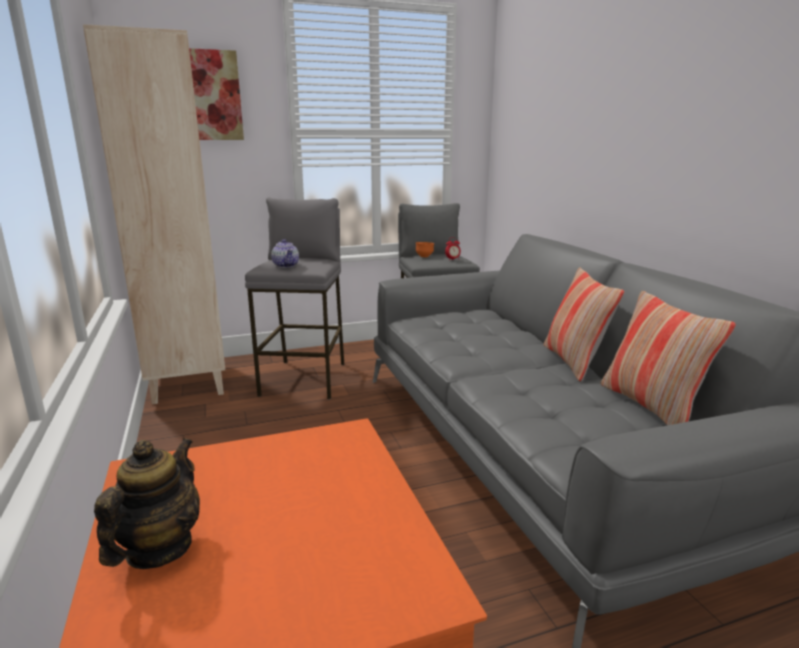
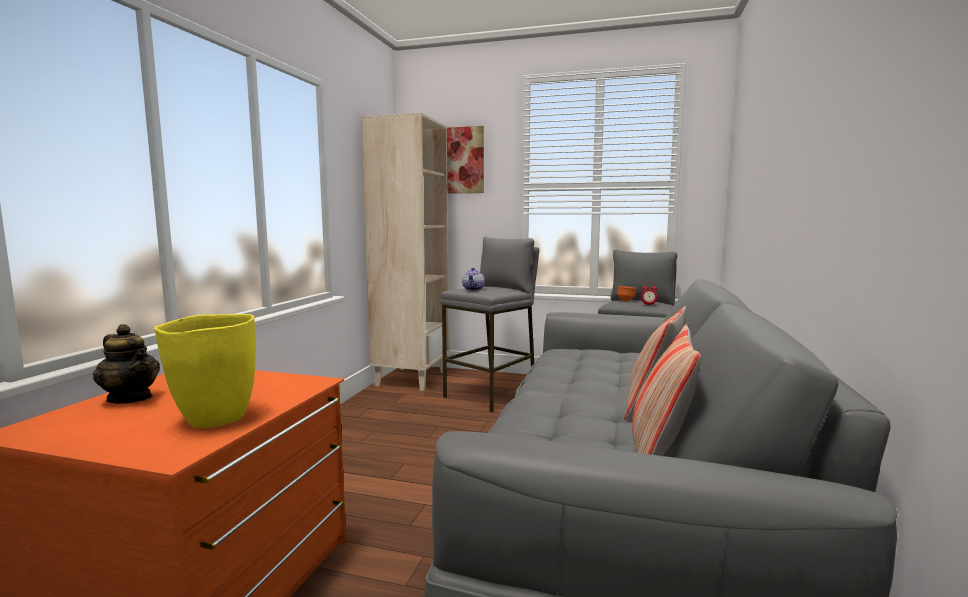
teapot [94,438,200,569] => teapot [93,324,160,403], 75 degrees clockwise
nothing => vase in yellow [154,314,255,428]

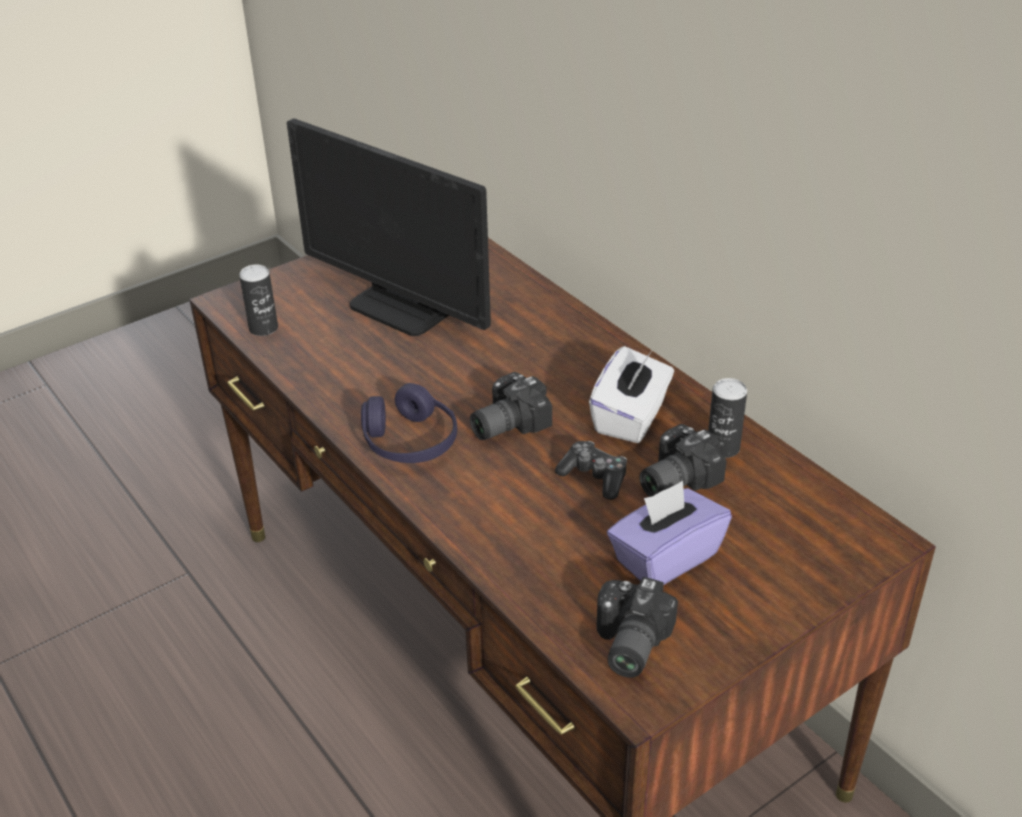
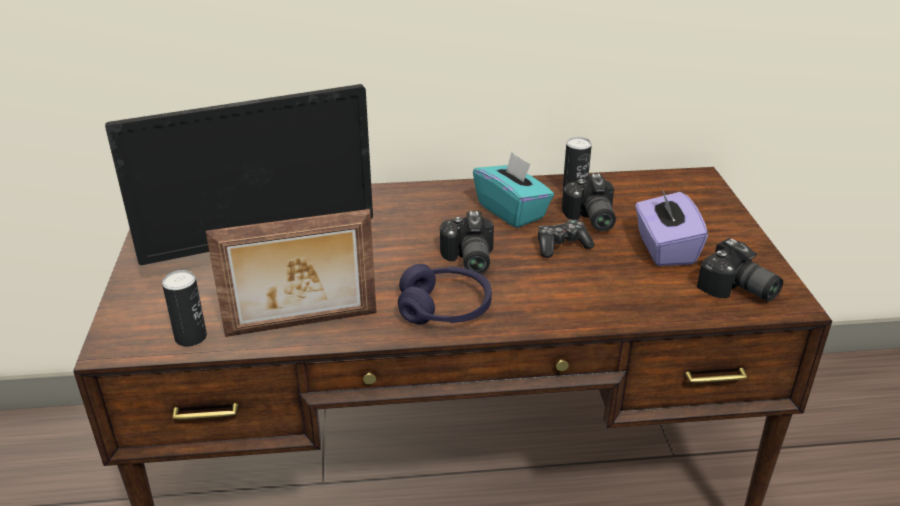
tissue box in white [589,346,674,443] => tissue box in turquoise [473,152,554,228]
nothing => picture frame [206,209,377,337]

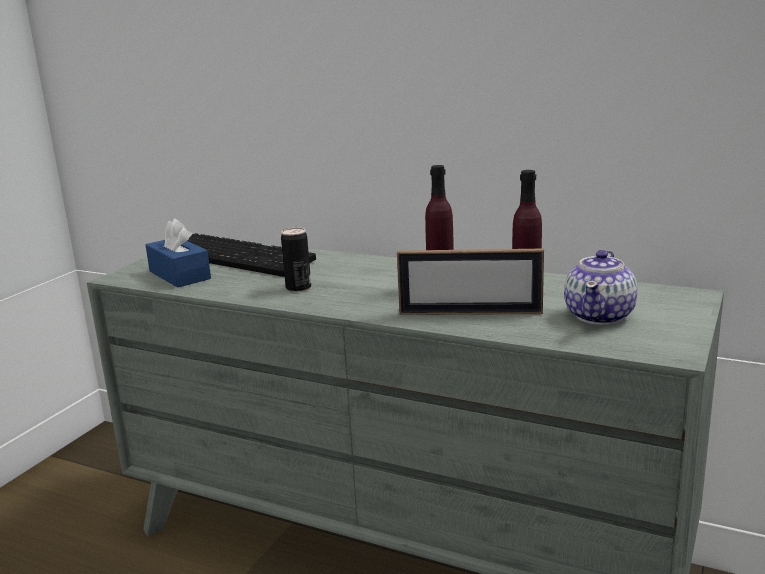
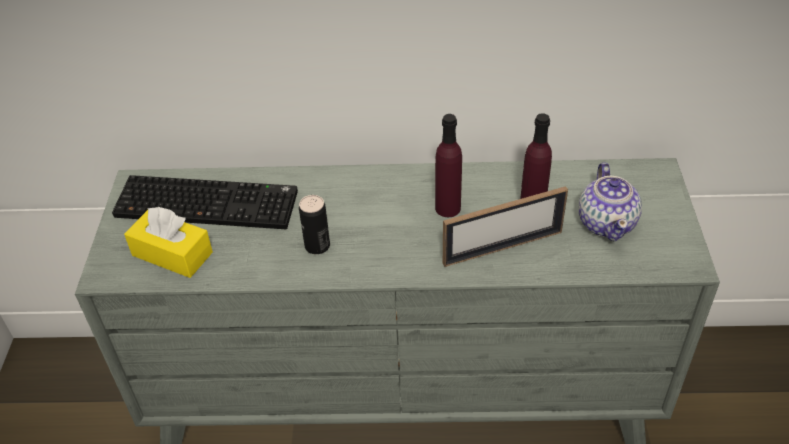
tissue box in blue [146,218,211,288] => tissue box in yellow [124,207,213,278]

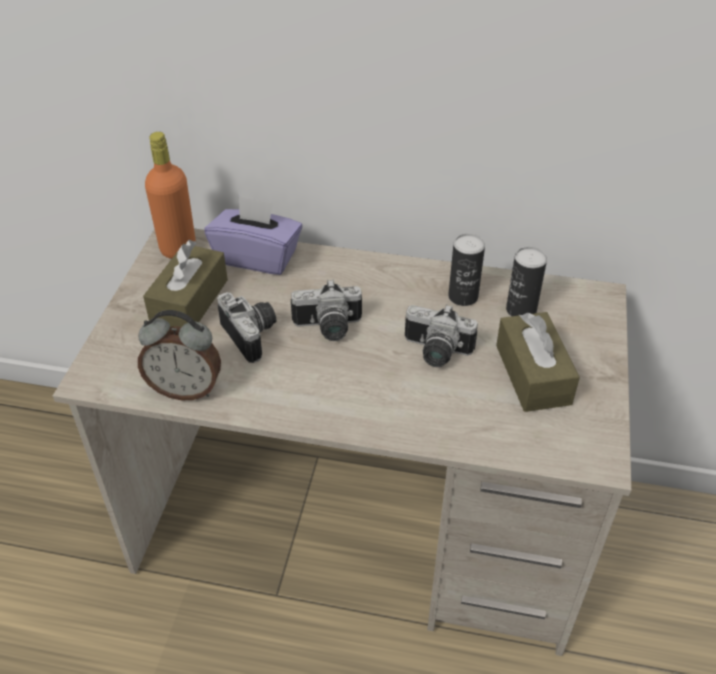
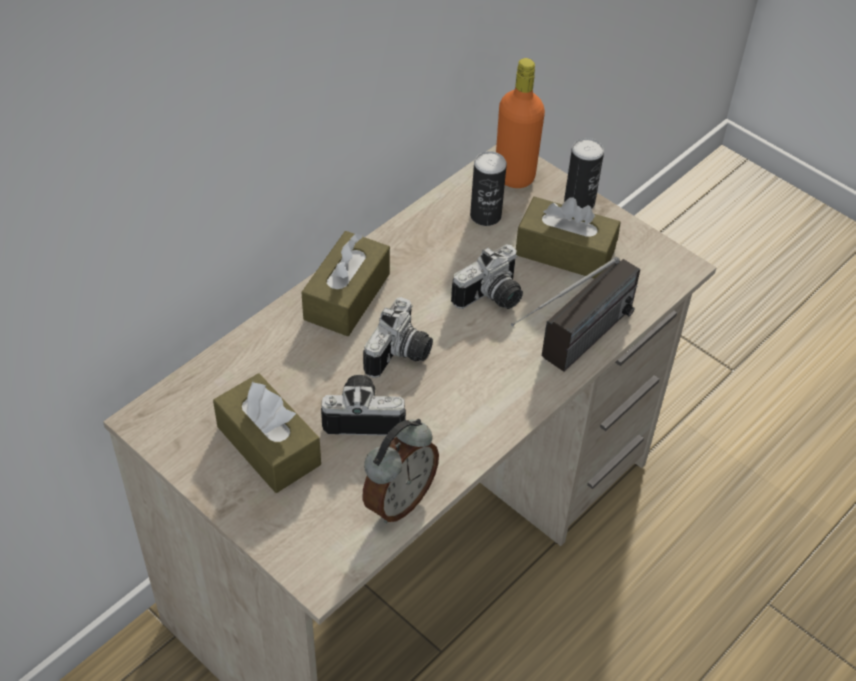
bottle in orange [145,132,196,259] => bottle in orange [496,58,545,188], moved
tissue box in purple [205,195,303,275] => nothing
can [448,234,485,306] => can [564,138,604,209], moved
nothing => tissue box in brown [301,231,390,336]
nothing => radio [511,257,640,371]

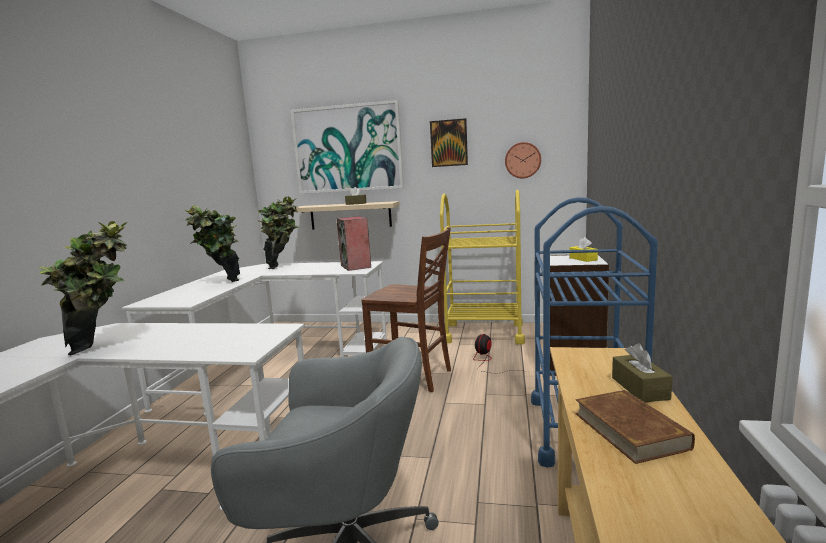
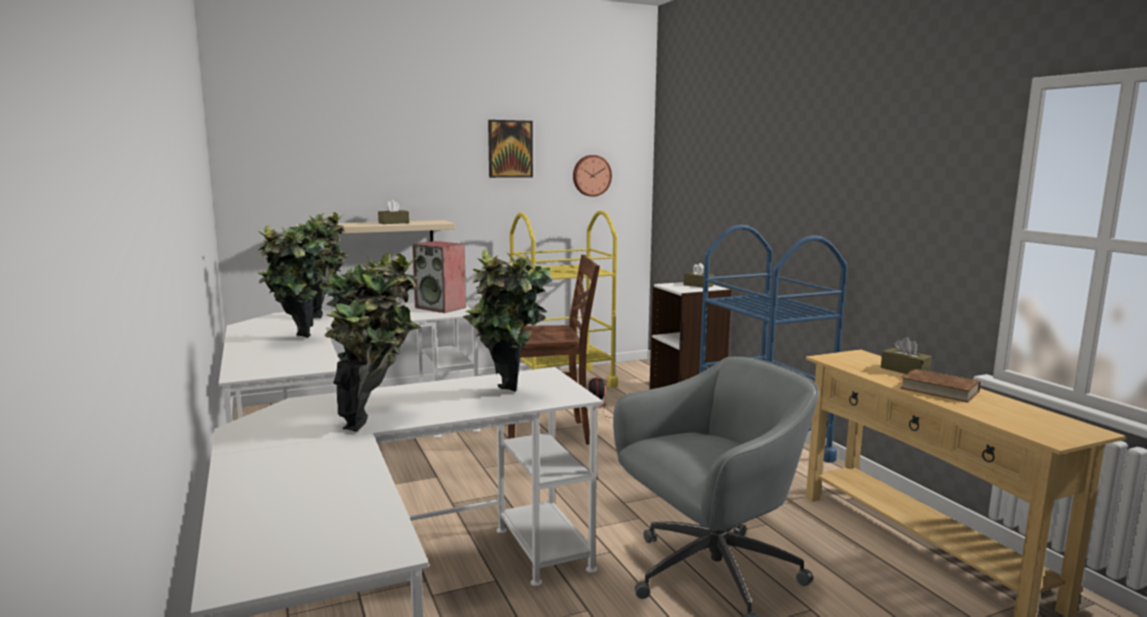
picture [291,100,404,194] => nothing
tissue box in yellow [569,237,598,262] => tissue box in brown [683,263,714,288]
nothing => potted plant [463,250,553,392]

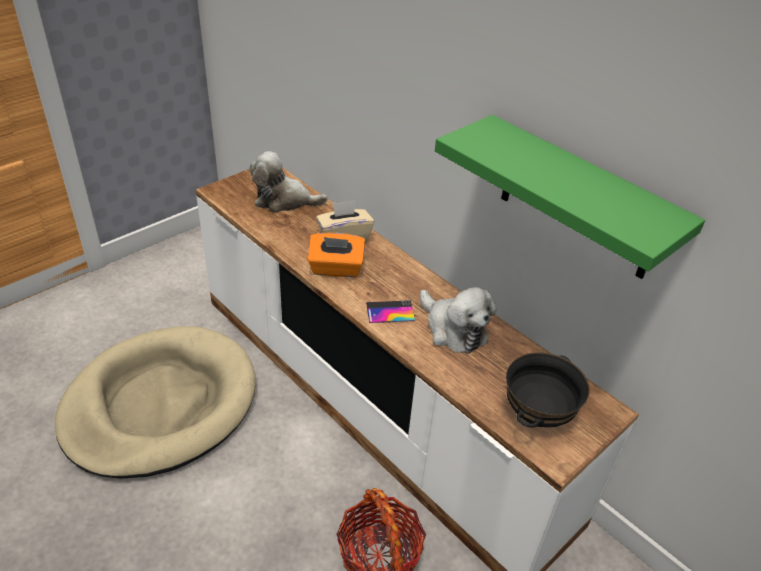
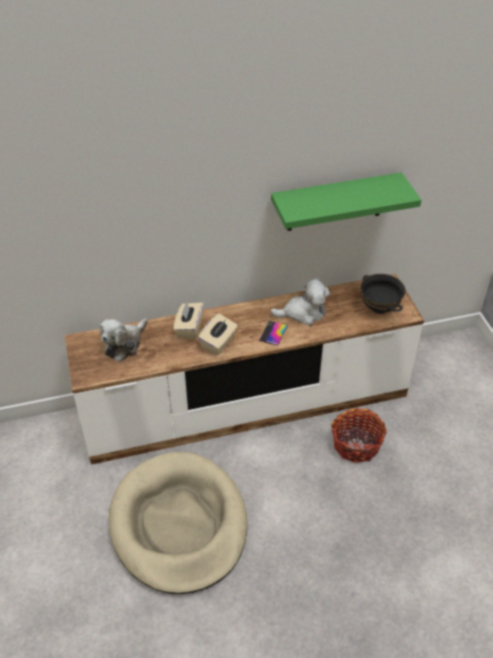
tissue box in orange [307,233,366,277] => tissue box in beige [198,314,238,355]

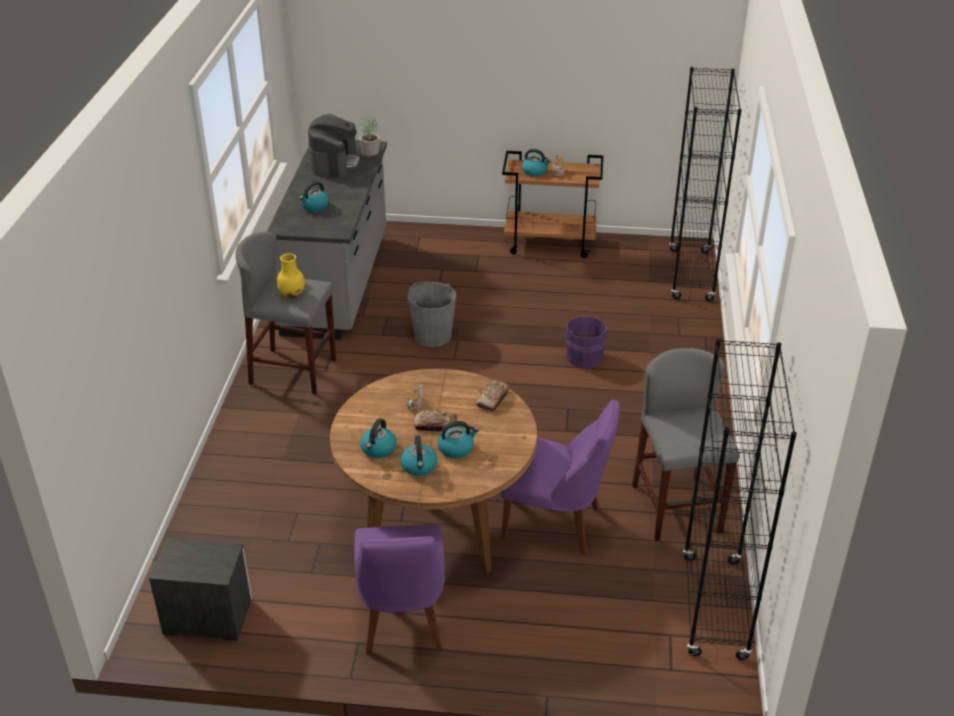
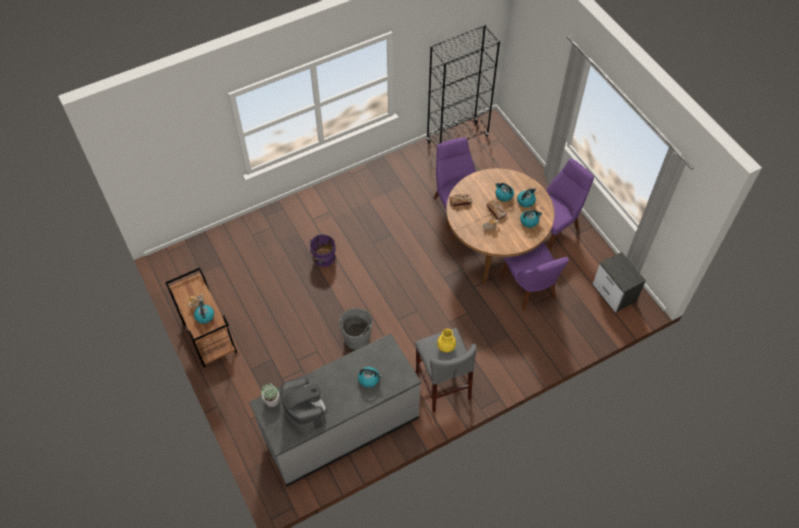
bookcase in black [669,67,742,301] => nothing
coffee machine [308,114,361,178] => coffee machine [281,377,327,434], 90 degrees clockwise
stool in grey [632,348,739,541] => nothing
nothing => chair in purple [502,242,569,310]

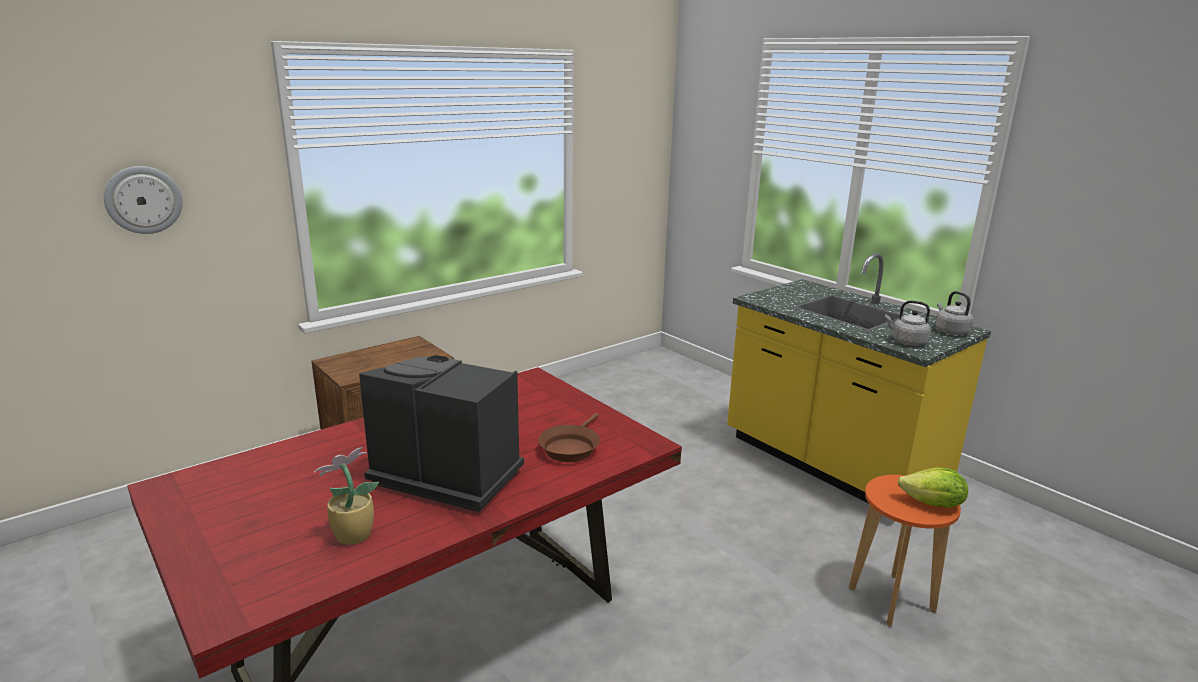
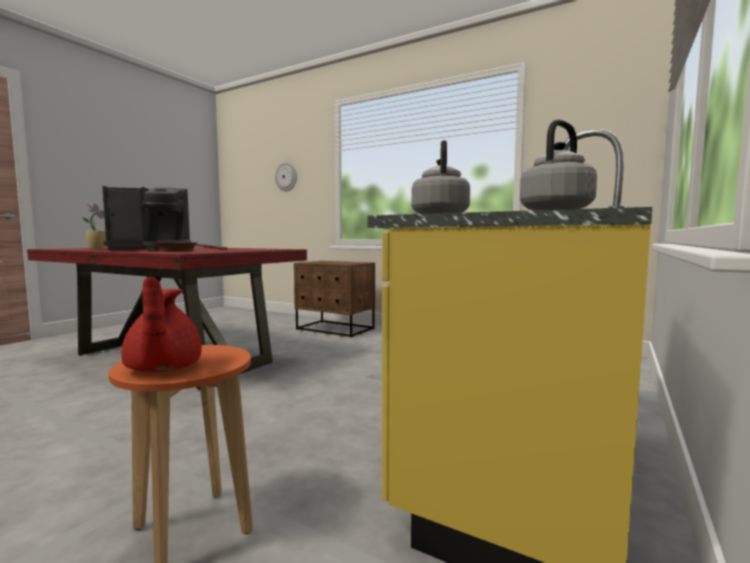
coffee machine [359,355,524,512] => coffee machine [102,186,191,250], 75 degrees clockwise
lettuce [898,467,968,508] => teapot in red [121,277,202,372]

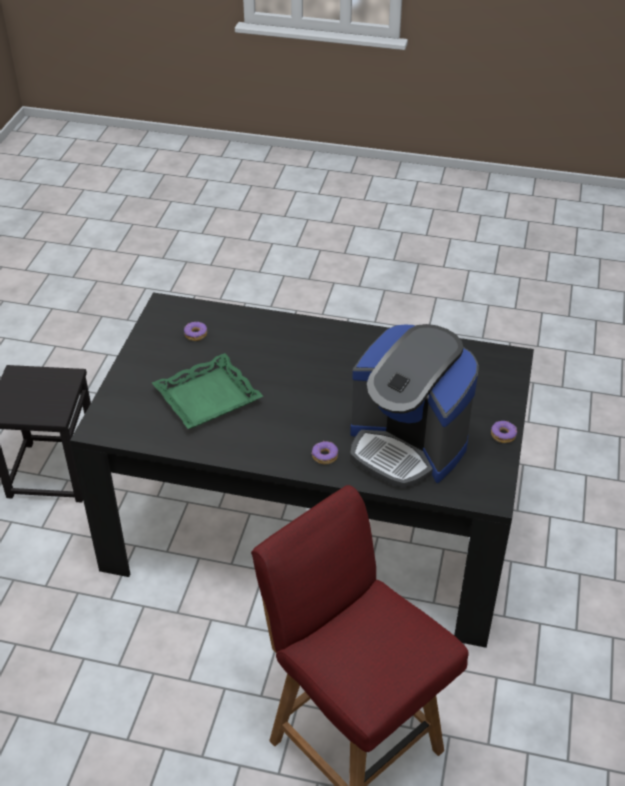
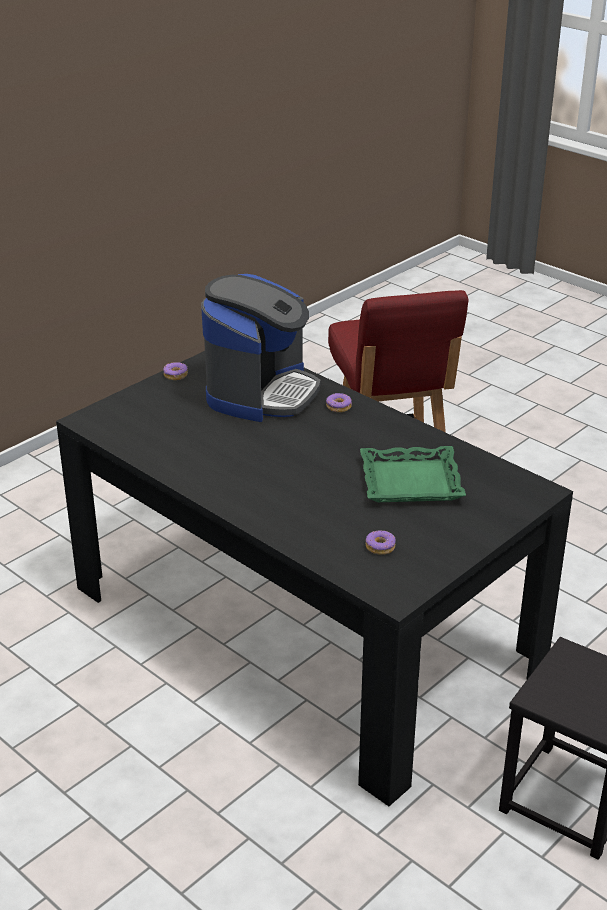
coffee machine [350,324,479,488] => coffee machine [201,274,321,422], 45 degrees clockwise

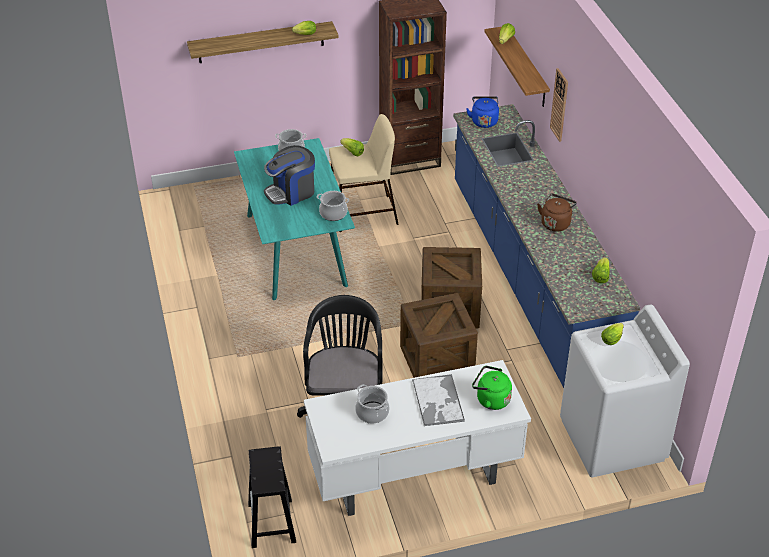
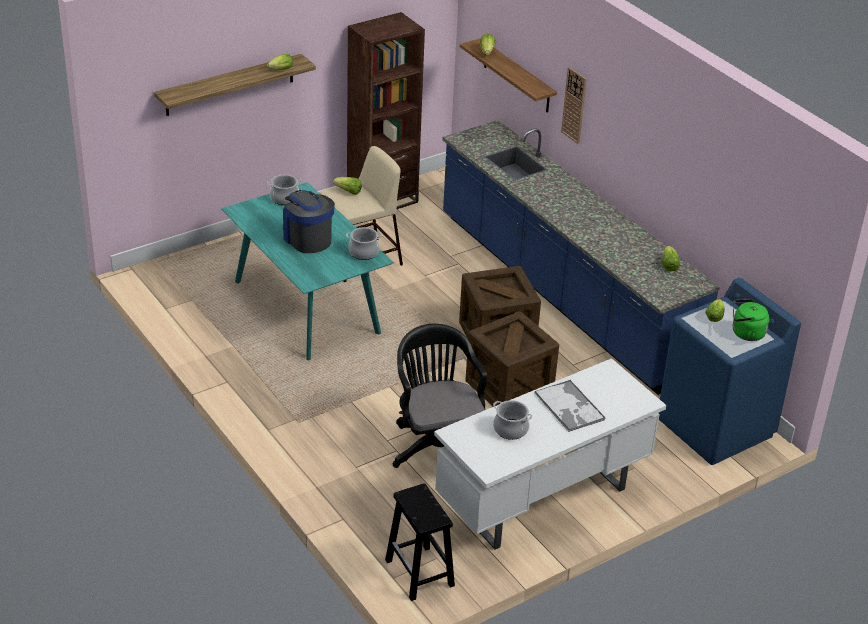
kettle in blue [466,96,499,128] => nothing
coffee machine [264,145,315,206] => coffee machine [283,190,335,253], 105 degrees clockwise
kettle in brown [537,194,577,232] => nothing
washing machine in white [560,304,690,477] => washing machine in blue [659,278,801,465]
kettle in green [472,366,512,410] => kettle in green [733,299,770,341], moved

